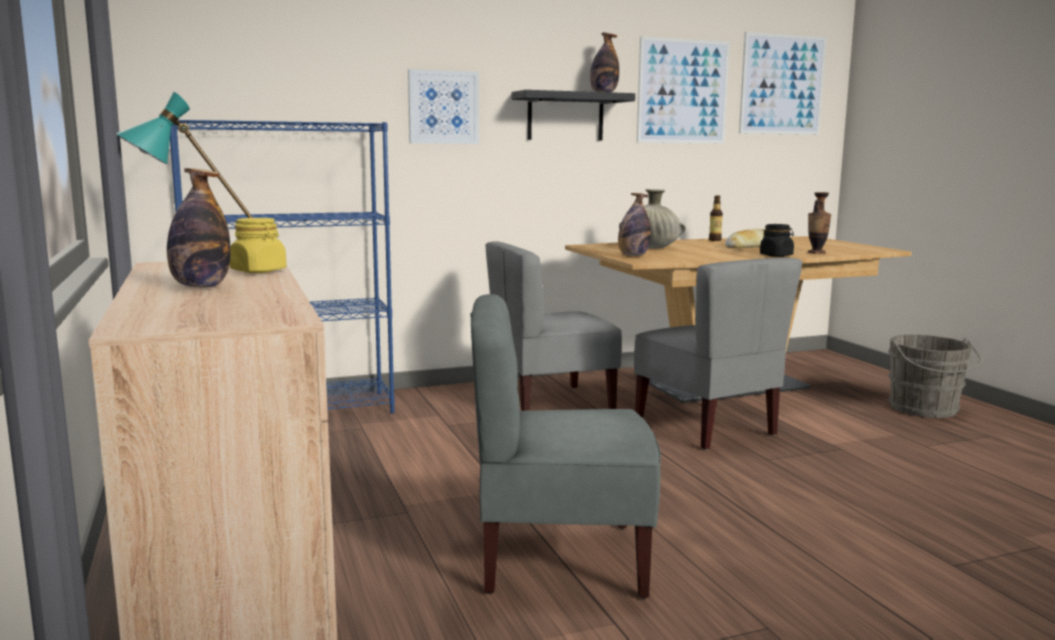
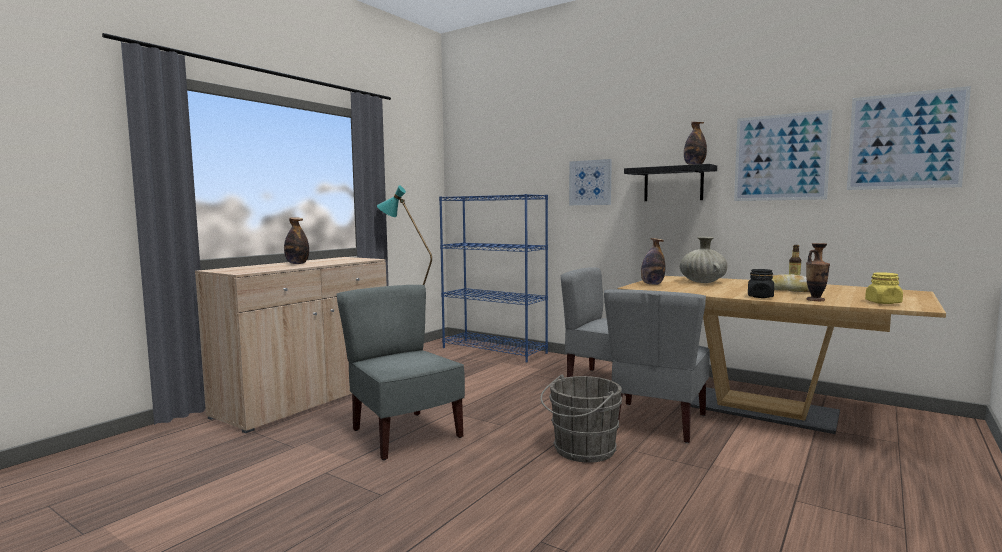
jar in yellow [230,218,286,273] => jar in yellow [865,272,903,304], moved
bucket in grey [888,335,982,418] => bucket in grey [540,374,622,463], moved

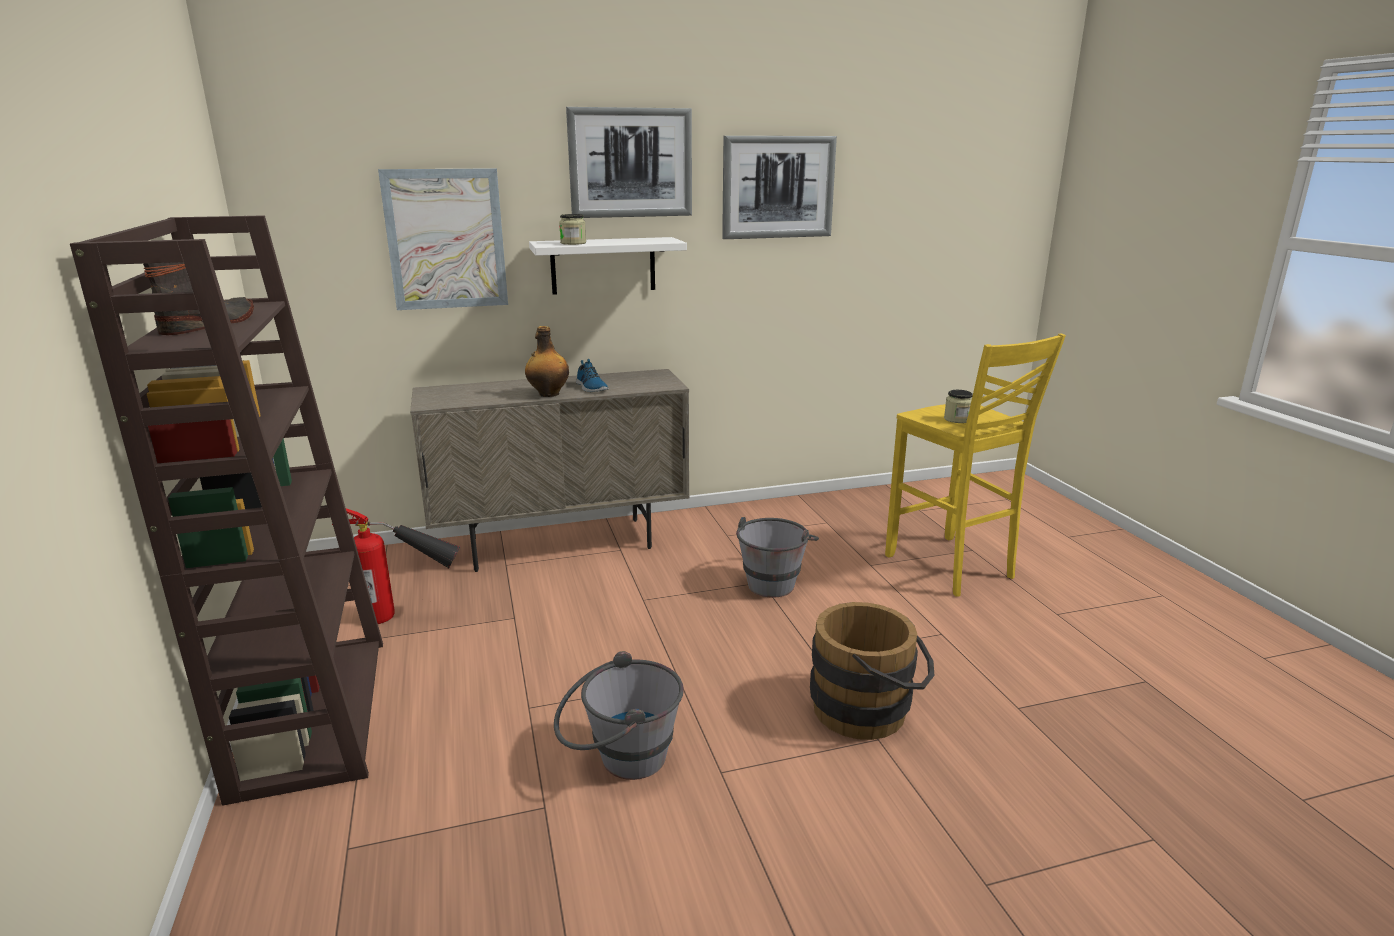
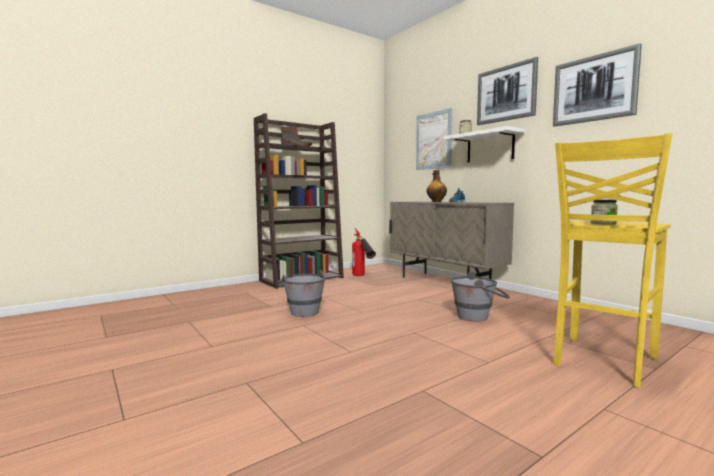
bucket in brown [810,602,935,740] => nothing

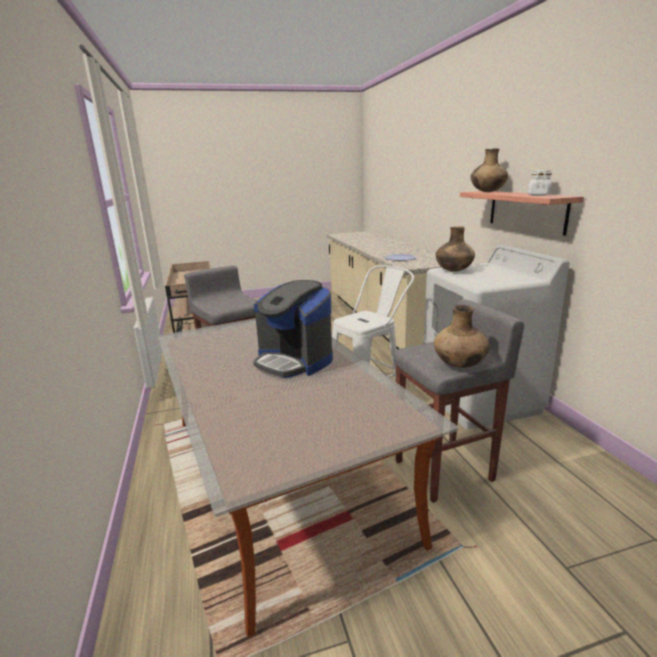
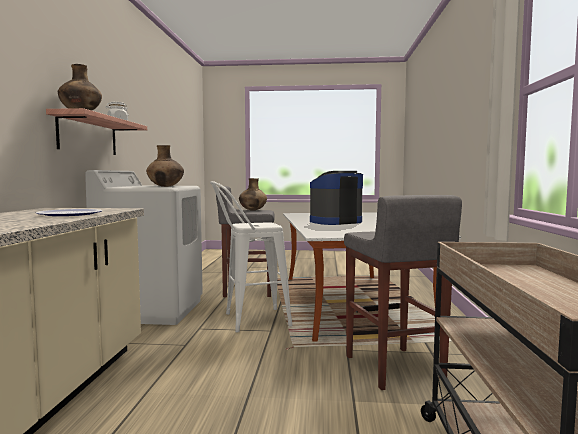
coffee machine [253,280,333,378] => coffee machine [310,171,363,225], 90 degrees counterclockwise

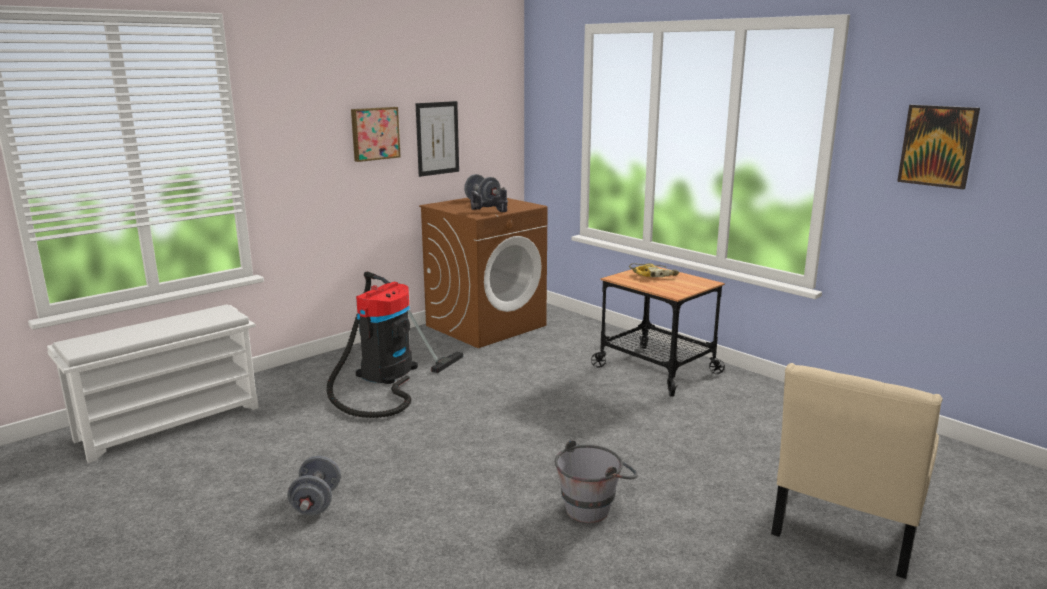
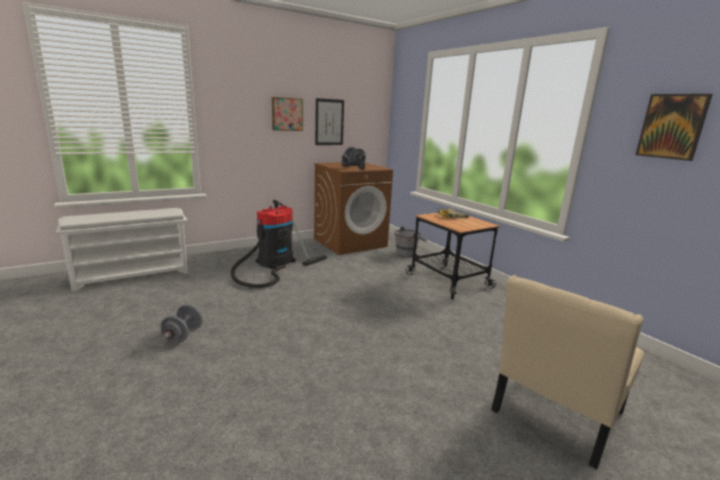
bucket in grey [555,440,638,523] => bucket in grey [394,227,427,257], moved

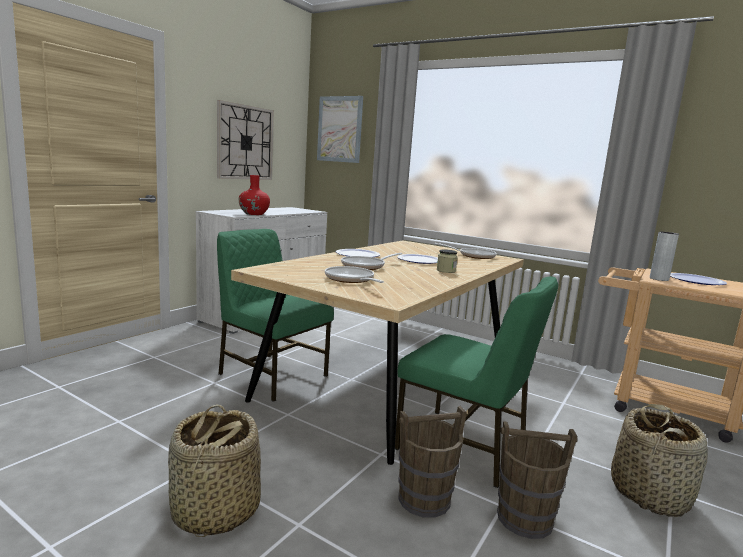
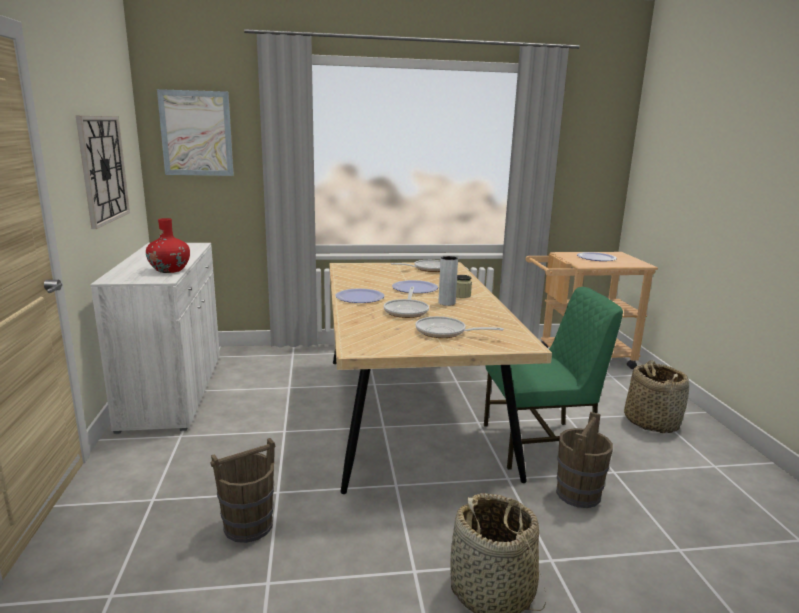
chair in green [217,229,334,402] => nothing
vase in grey [650,232,679,281] => vase in grey [439,256,458,306], moved
bucket in brown [497,421,577,539] => bucket in brown [210,438,275,543], moved

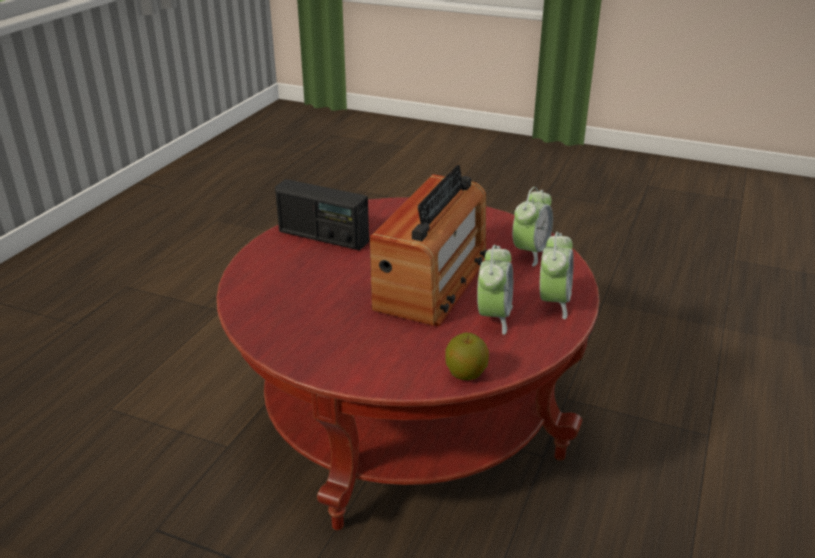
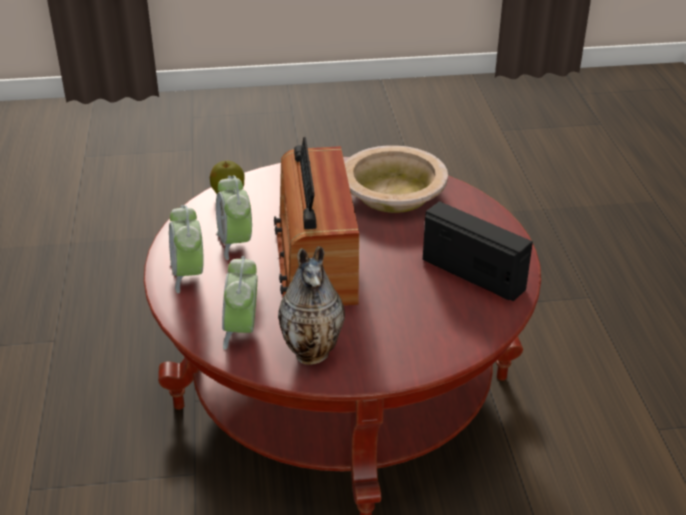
radio [275,179,369,250] => radio [423,202,533,301], 45 degrees clockwise
nothing => bowl in beige [344,145,448,213]
nothing => vase [278,246,345,365]

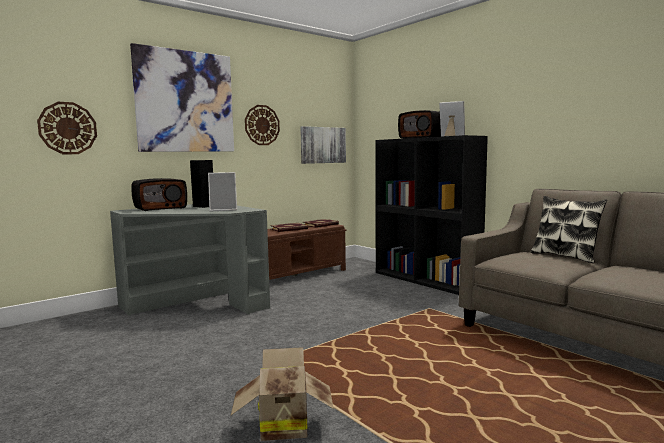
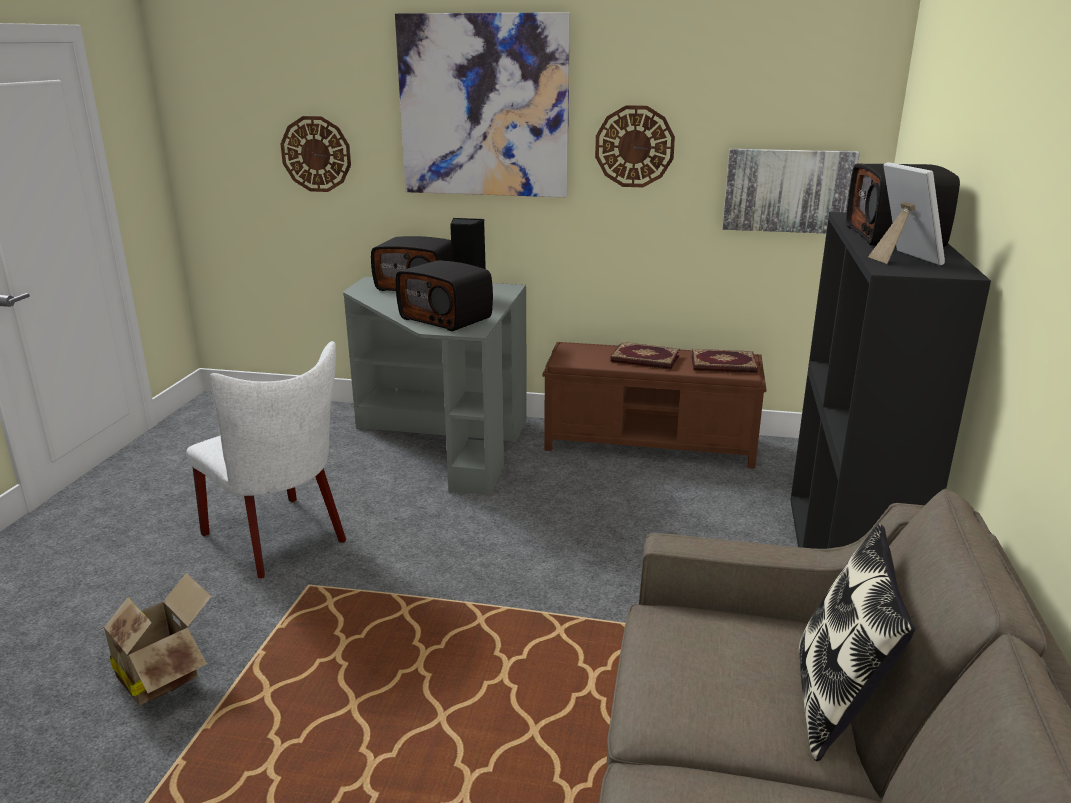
picture frame [208,172,237,211] => radio [396,260,493,331]
nothing => chair in white [186,341,346,578]

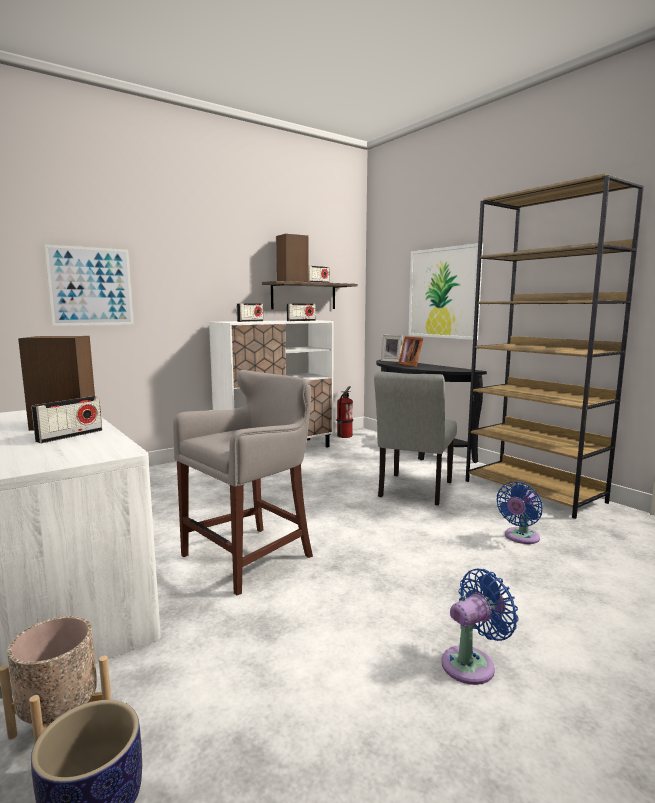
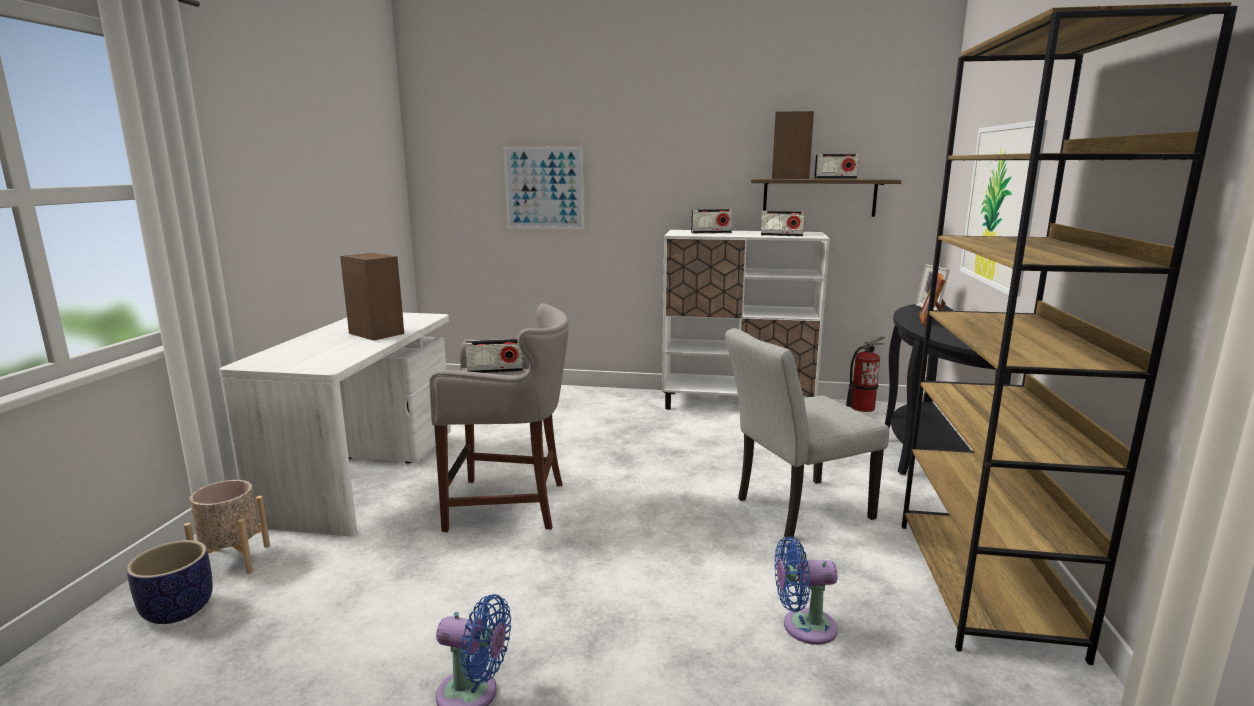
radio [31,396,102,443] => radio [465,339,523,373], moved

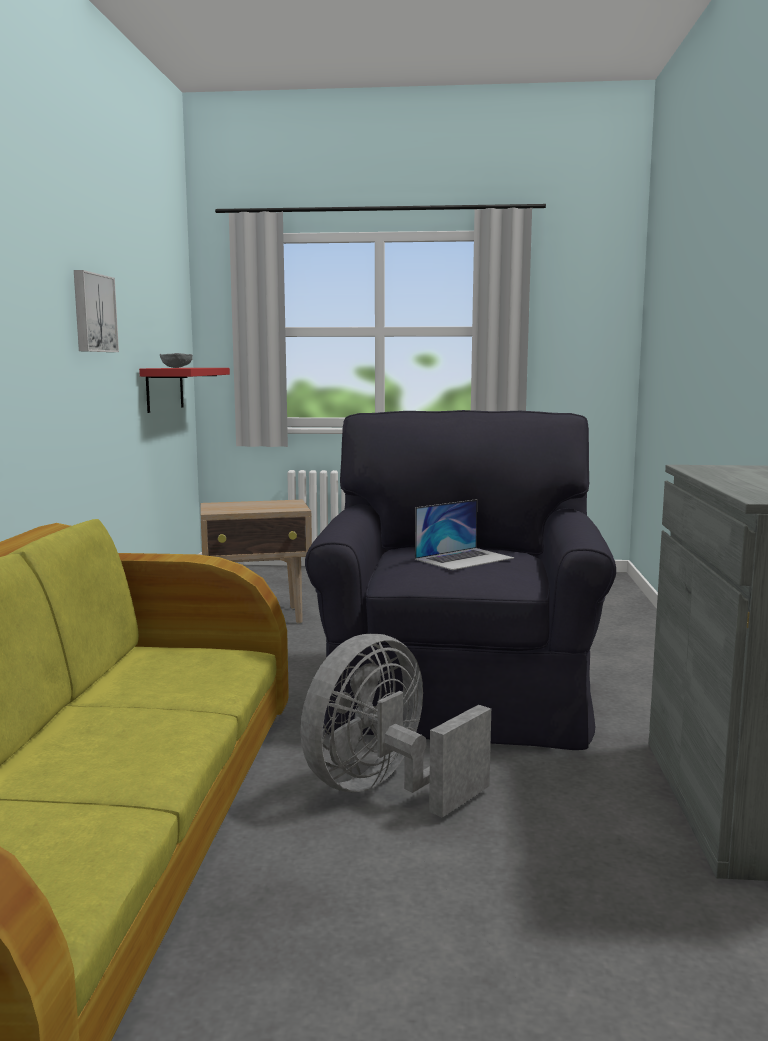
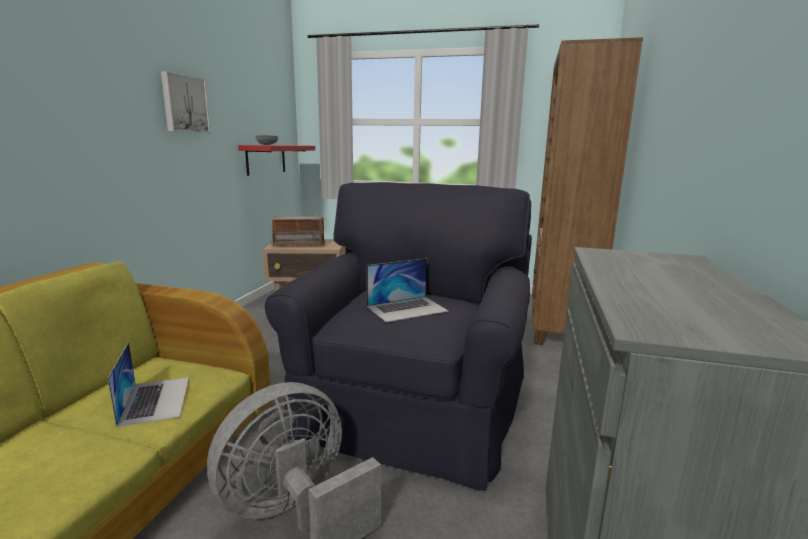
nothing => bookcase in brown [532,37,643,345]
nothing => radio [270,216,326,247]
nothing => laptop [107,342,189,427]

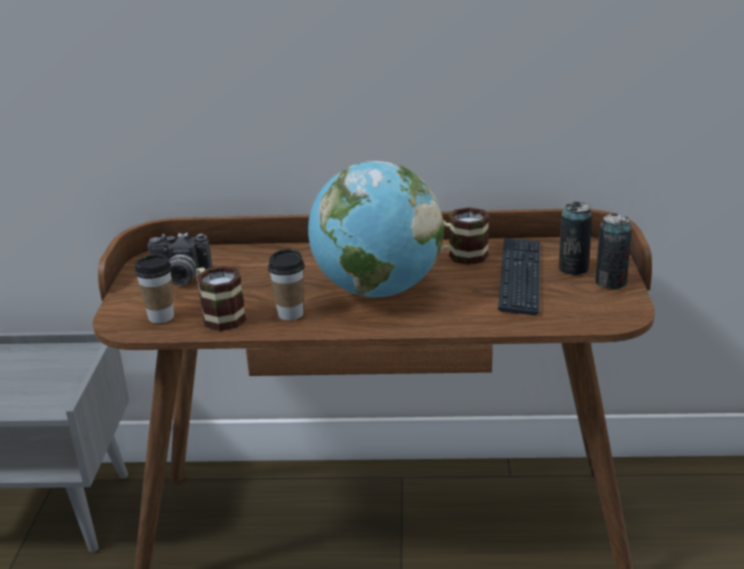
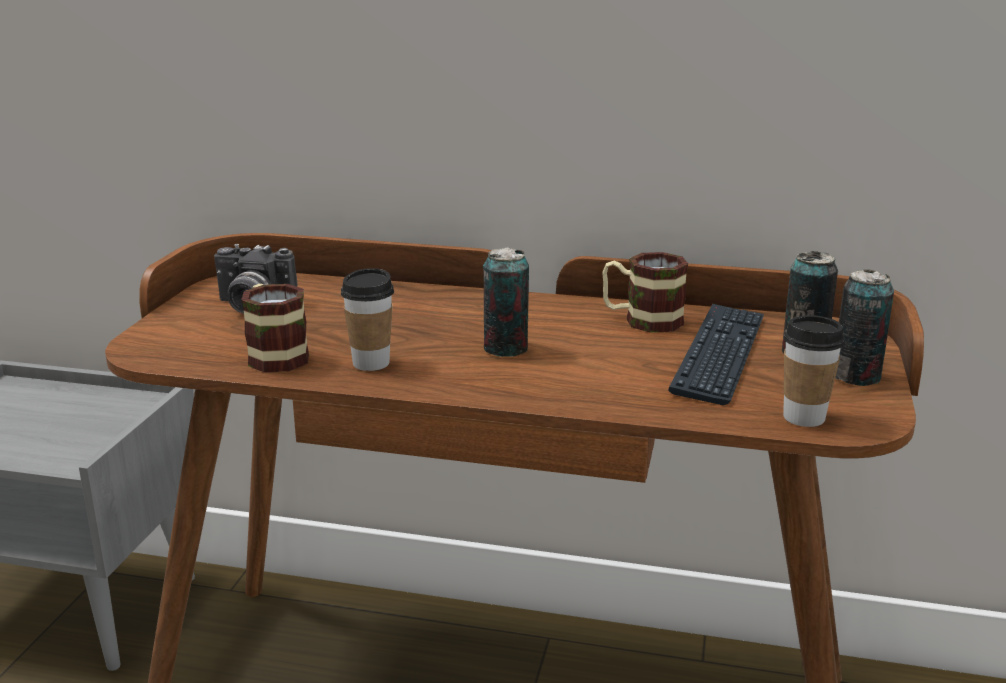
globe [308,161,444,297] => can [483,247,529,357]
cup [135,254,174,323] => cup [783,315,845,427], moved

